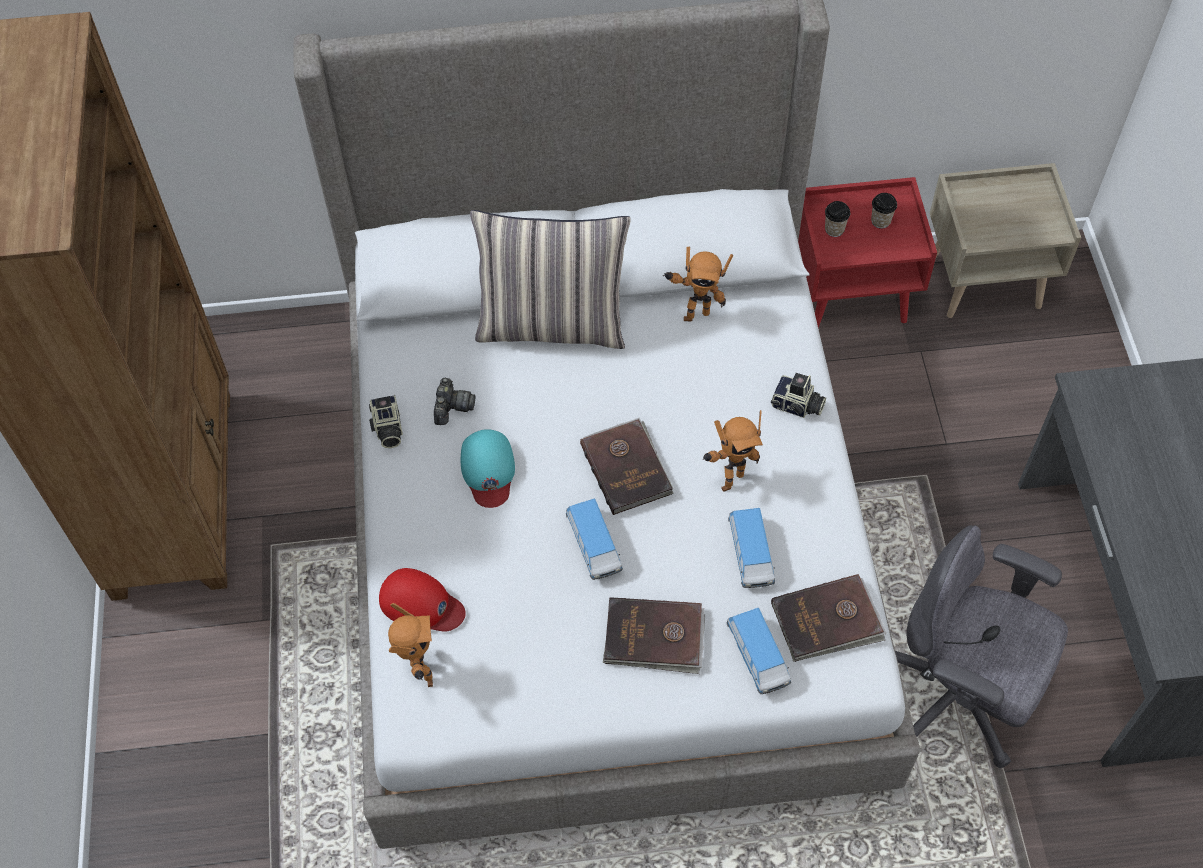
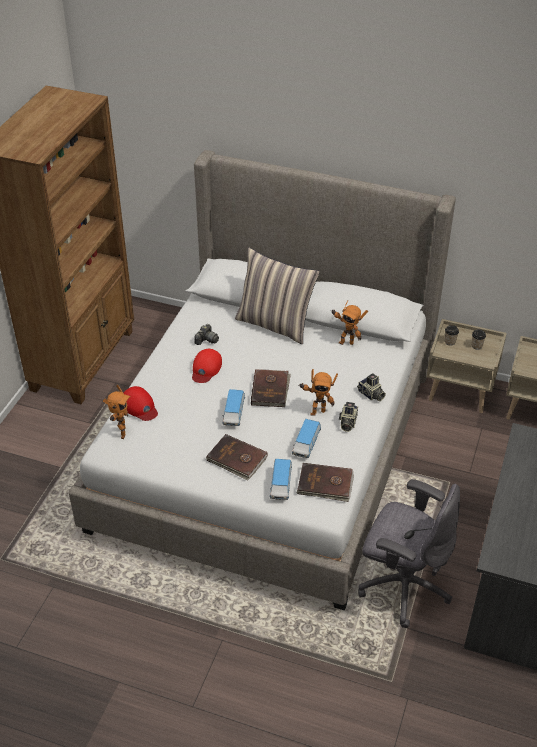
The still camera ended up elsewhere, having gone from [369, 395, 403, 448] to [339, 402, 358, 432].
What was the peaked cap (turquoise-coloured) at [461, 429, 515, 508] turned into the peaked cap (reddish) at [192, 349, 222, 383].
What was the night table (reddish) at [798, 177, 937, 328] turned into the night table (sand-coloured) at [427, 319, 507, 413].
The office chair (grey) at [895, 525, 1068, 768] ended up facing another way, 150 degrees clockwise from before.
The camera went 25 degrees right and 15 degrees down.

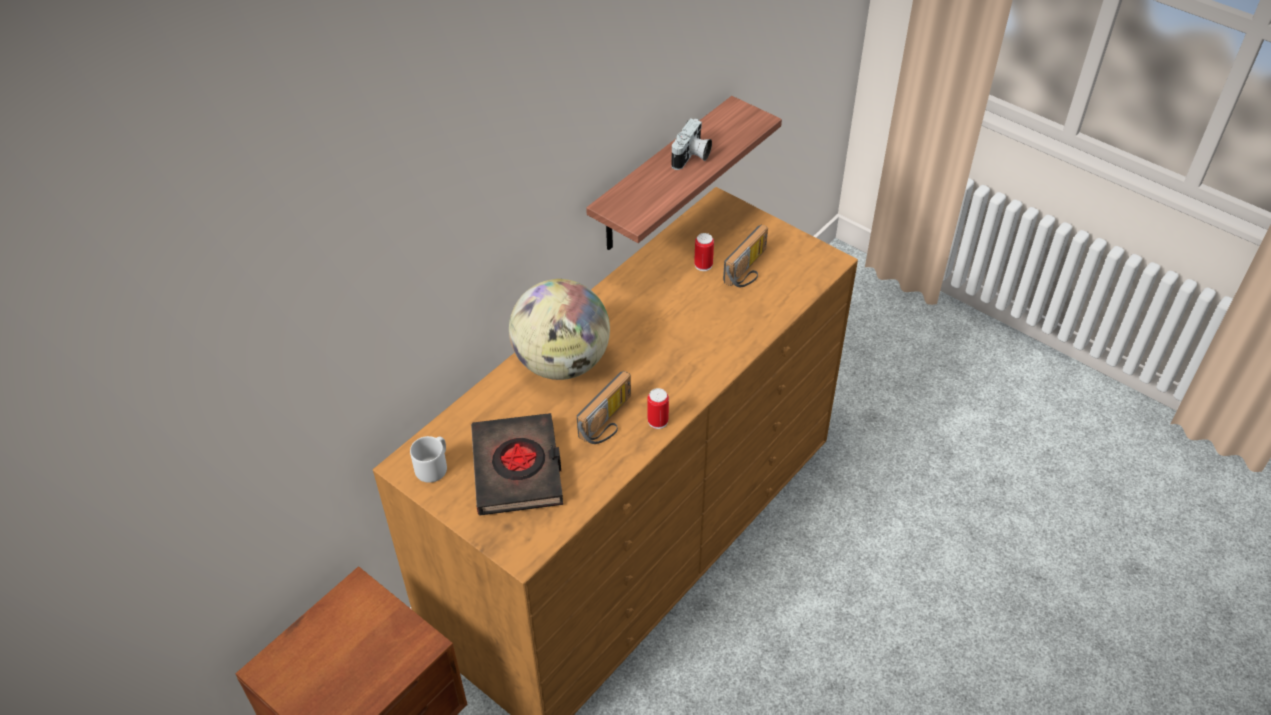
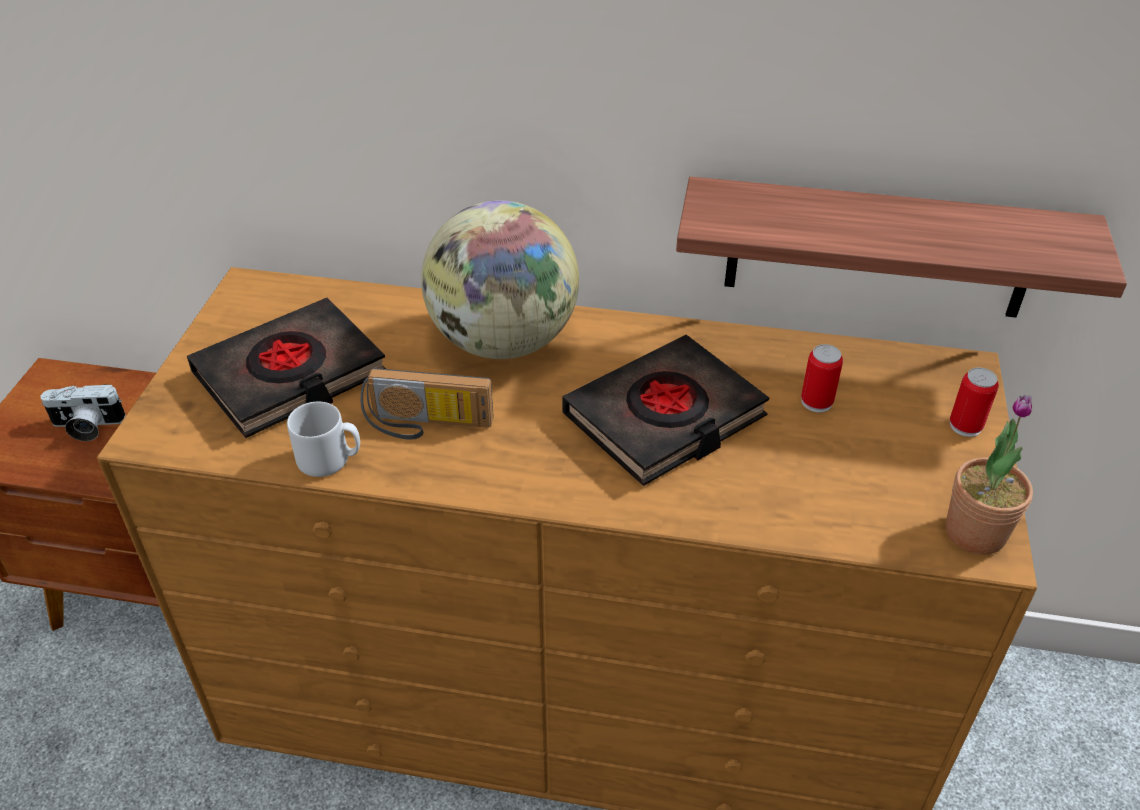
The second view lost the radio receiver at [723, 224, 768, 287].
The second view gained the volume (black) at [562, 335, 769, 486].
The second view gained the houseplant at [946, 395, 1033, 555].
The coffee mug (grey) ended up elsewhere, having gone from [410, 436, 447, 483] to [287, 401, 360, 477].
The sealed can ended up elsewhere, having gone from [648, 388, 669, 429] to [950, 367, 999, 437].
The still camera ended up elsewhere, having gone from [671, 118, 712, 170] to [40, 384, 126, 441].
The camera went 60 degrees right and 5 degrees down.

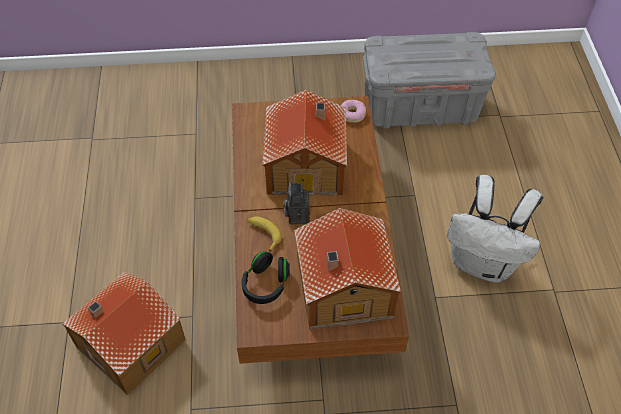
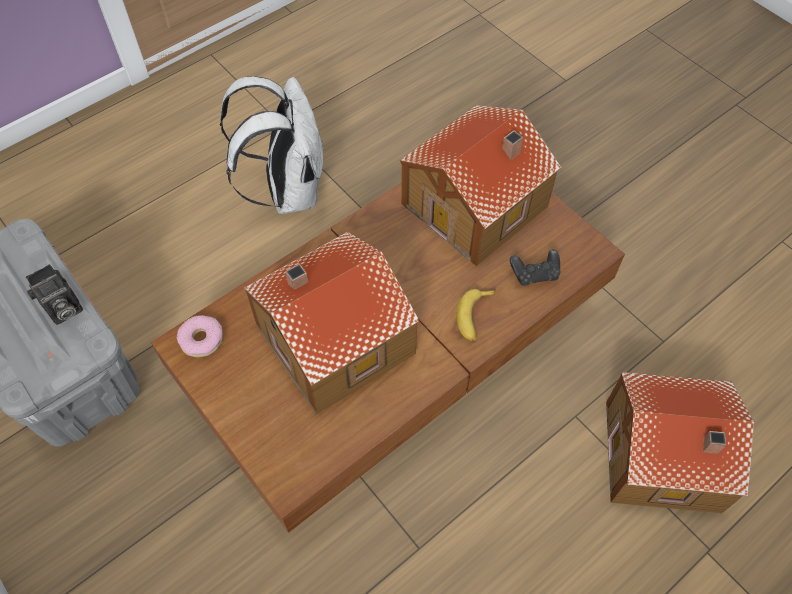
The still camera ended up elsewhere, having gone from [283, 182, 310, 225] to [26, 264, 83, 325].
Where the headset (black) stood at [241, 251, 290, 304], the joypad (black) came to stand at [510, 249, 560, 286].
The camera went 125 degrees left and 5 degrees up.

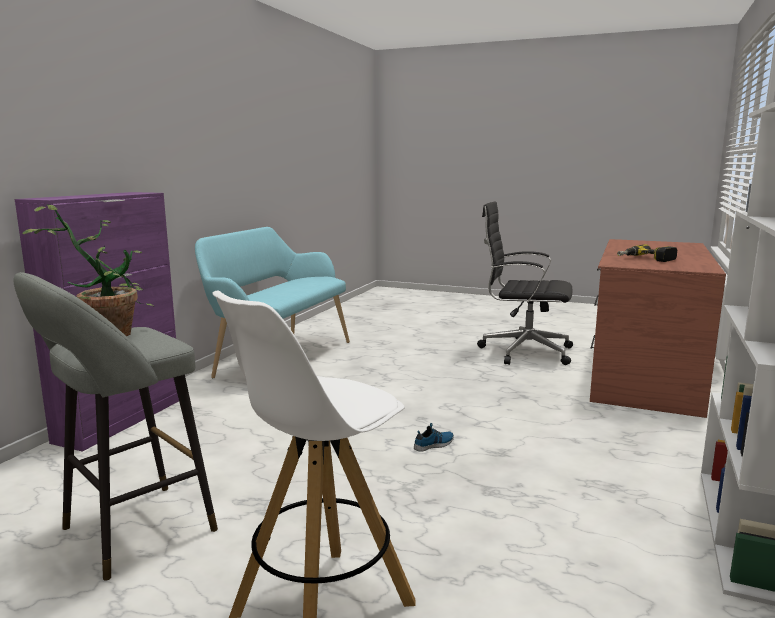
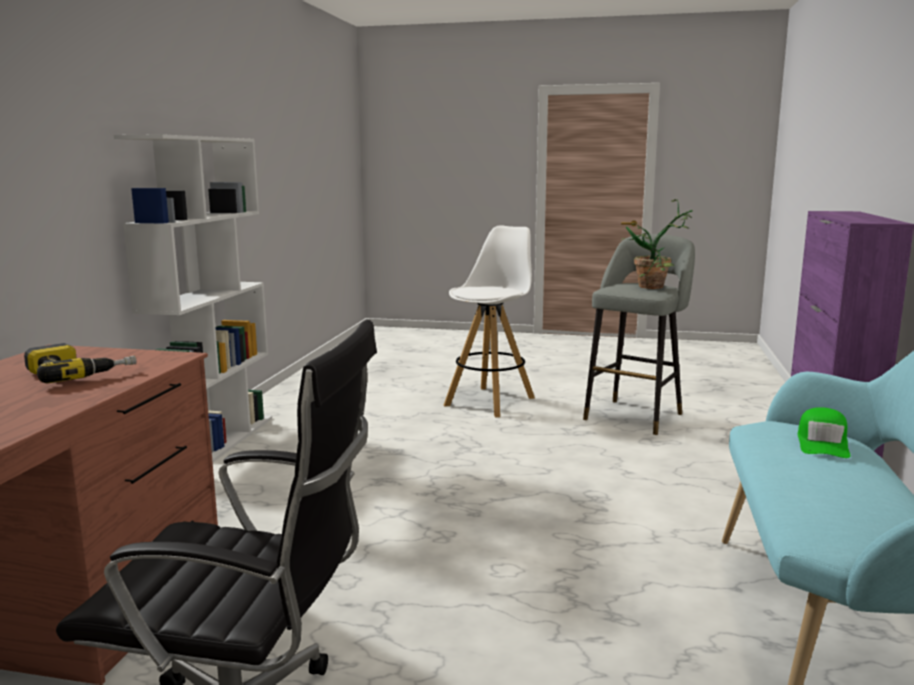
The second view lost the low shoe at [414, 423, 454, 452].
The second view gained the peaked cap (greenish) at [798, 407, 850, 458].
The camera went 170 degrees right and 0 degrees up.

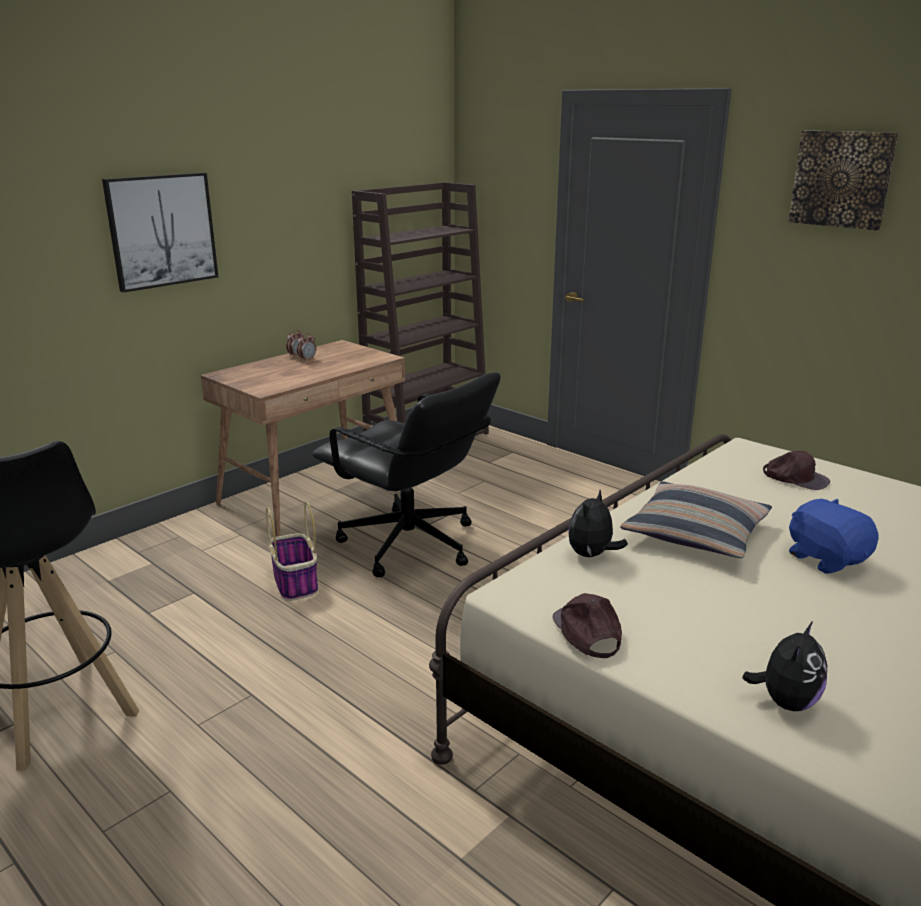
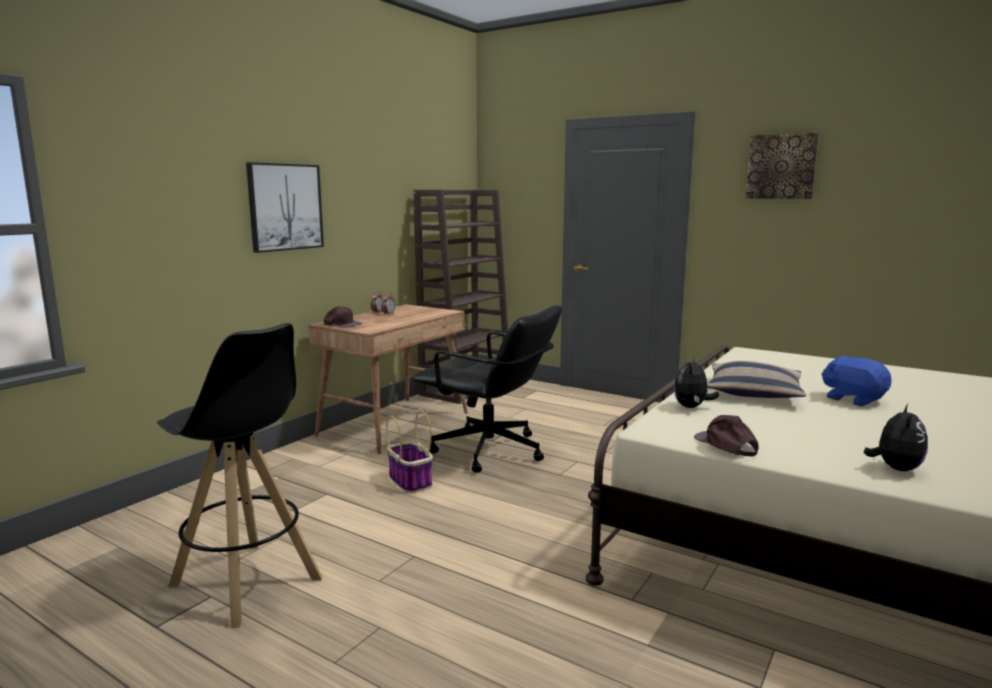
The peaked cap (brown) ended up elsewhere, having gone from [763, 450, 830, 490] to [324, 306, 362, 328].
The camera went 10 degrees left and 10 degrees down.

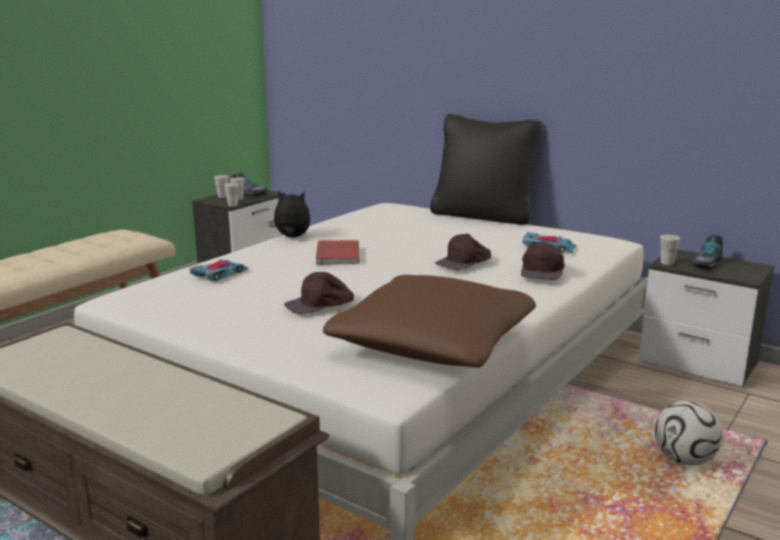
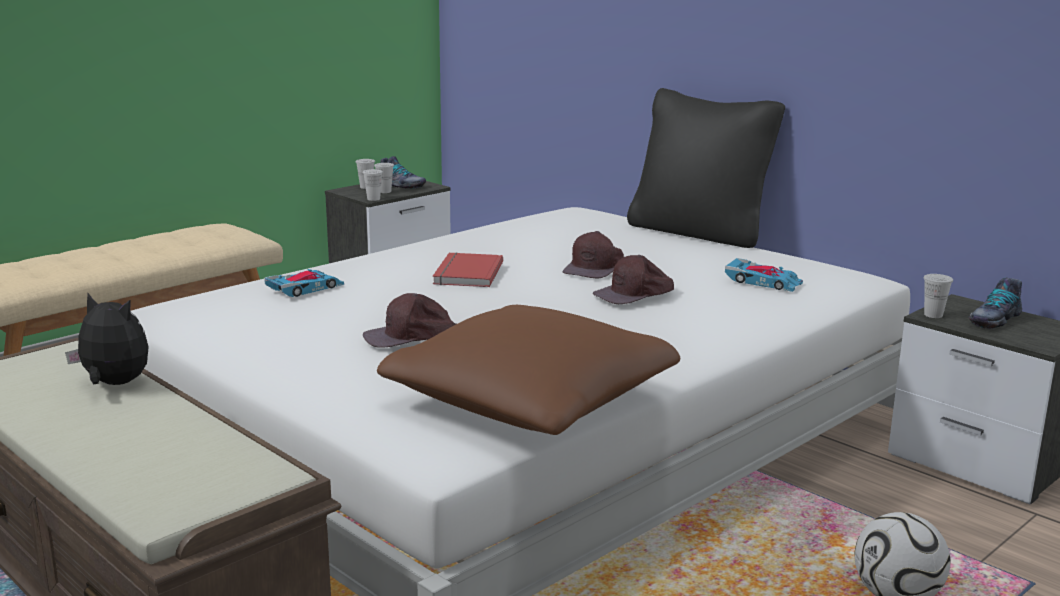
The plush toy ended up elsewhere, having gone from [268, 190, 310, 237] to [65, 293, 149, 385].
The peaked cap (brown) ended up elsewhere, having gone from [521, 241, 565, 280] to [563, 231, 624, 278].
The camera went 10 degrees right and 0 degrees up.

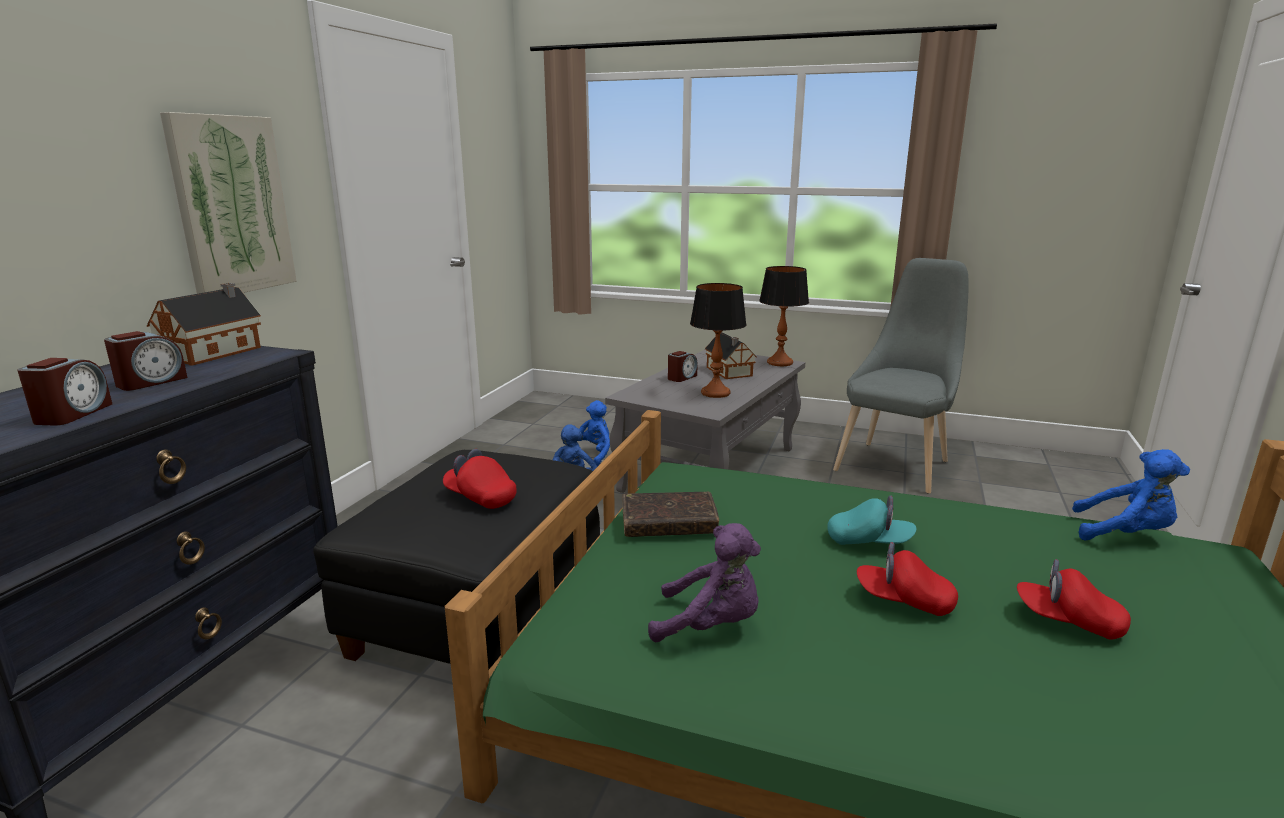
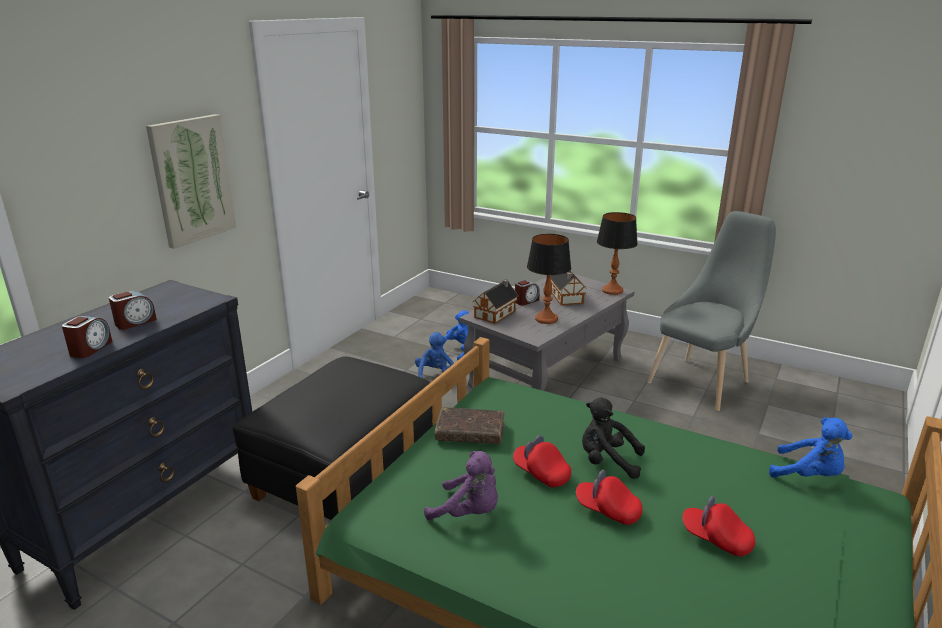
The toy house ended up elsewhere, having gone from [147, 283, 261, 366] to [473, 279, 518, 324].
The peaked cap (reddish) ended up elsewhere, having gone from [443, 449, 517, 509] to [513, 435, 571, 487].
Where the peaked cap (turquoise-coloured) stood at [827, 495, 916, 545], the plush toy (black) came to stand at [582, 398, 645, 479].
The camera went 10 degrees right and 5 degrees up.

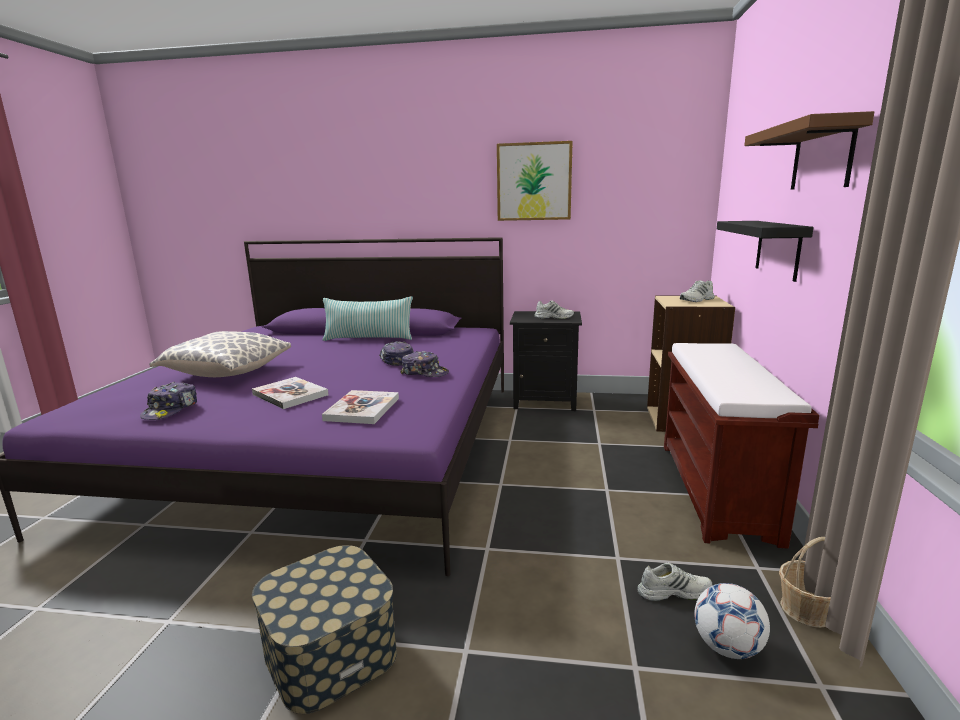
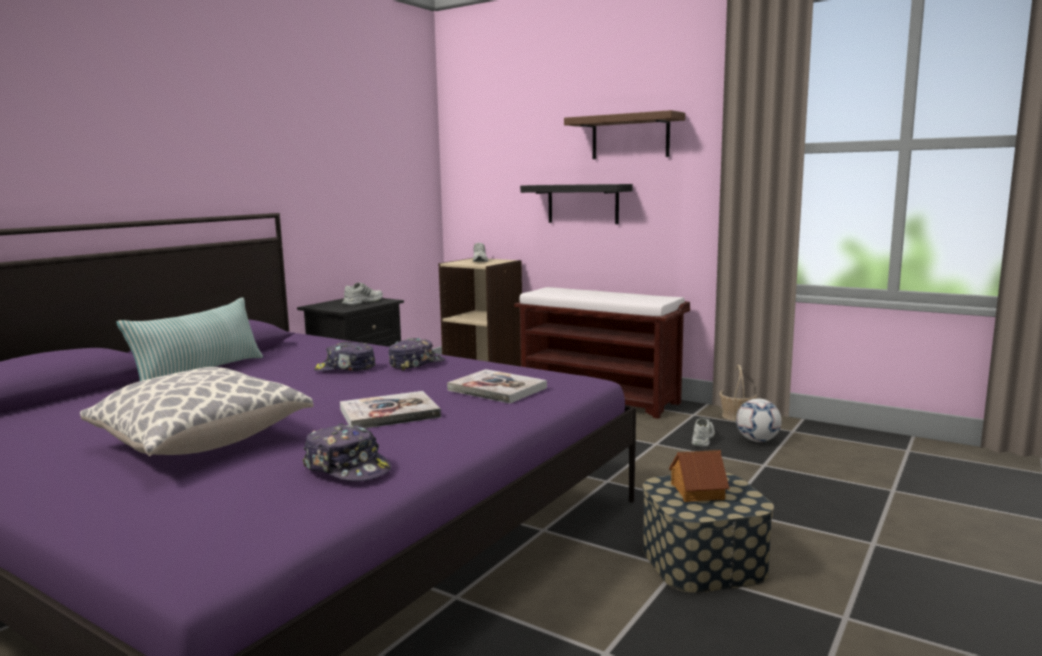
The second view lost the wall art at [497, 141, 573, 221].
The second view gained the toy house at [669, 450, 729, 502].
The camera went 65 degrees left and 5 degrees down.

